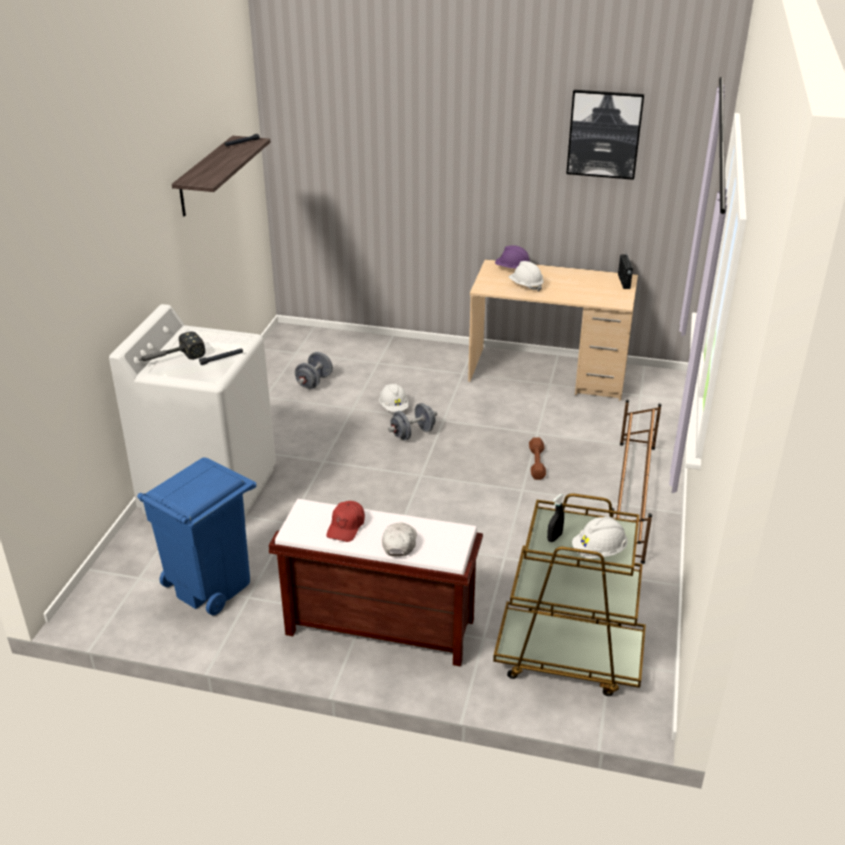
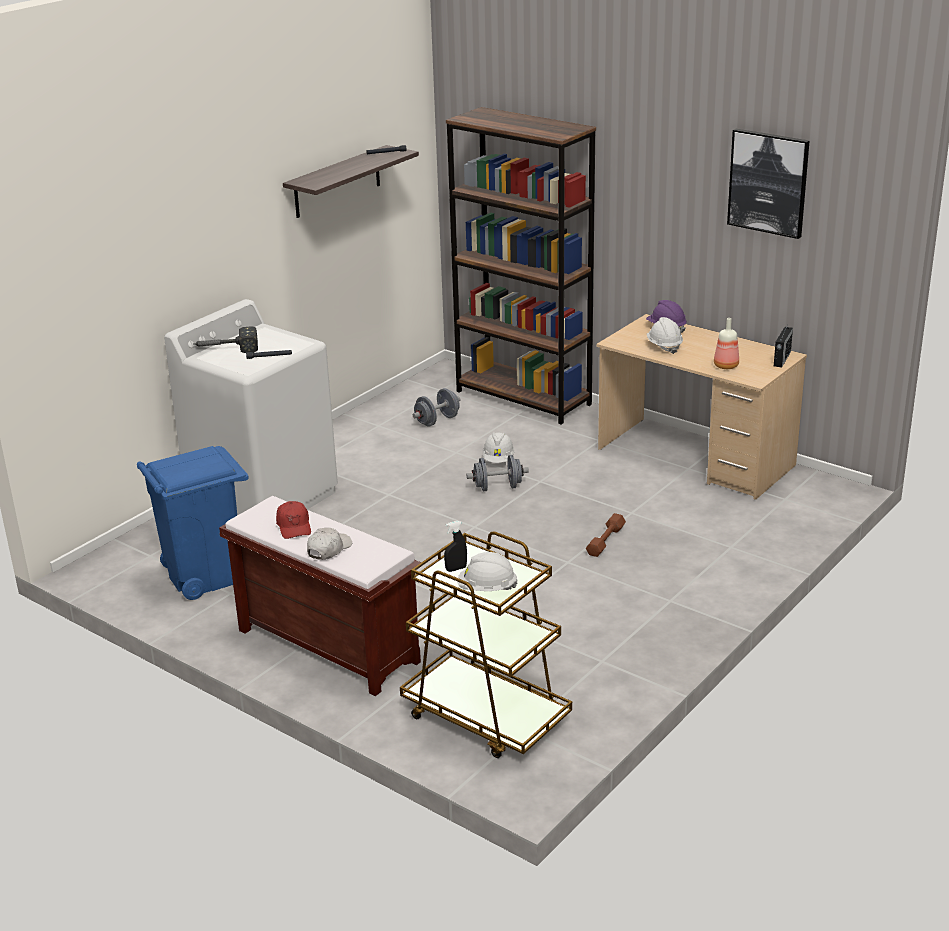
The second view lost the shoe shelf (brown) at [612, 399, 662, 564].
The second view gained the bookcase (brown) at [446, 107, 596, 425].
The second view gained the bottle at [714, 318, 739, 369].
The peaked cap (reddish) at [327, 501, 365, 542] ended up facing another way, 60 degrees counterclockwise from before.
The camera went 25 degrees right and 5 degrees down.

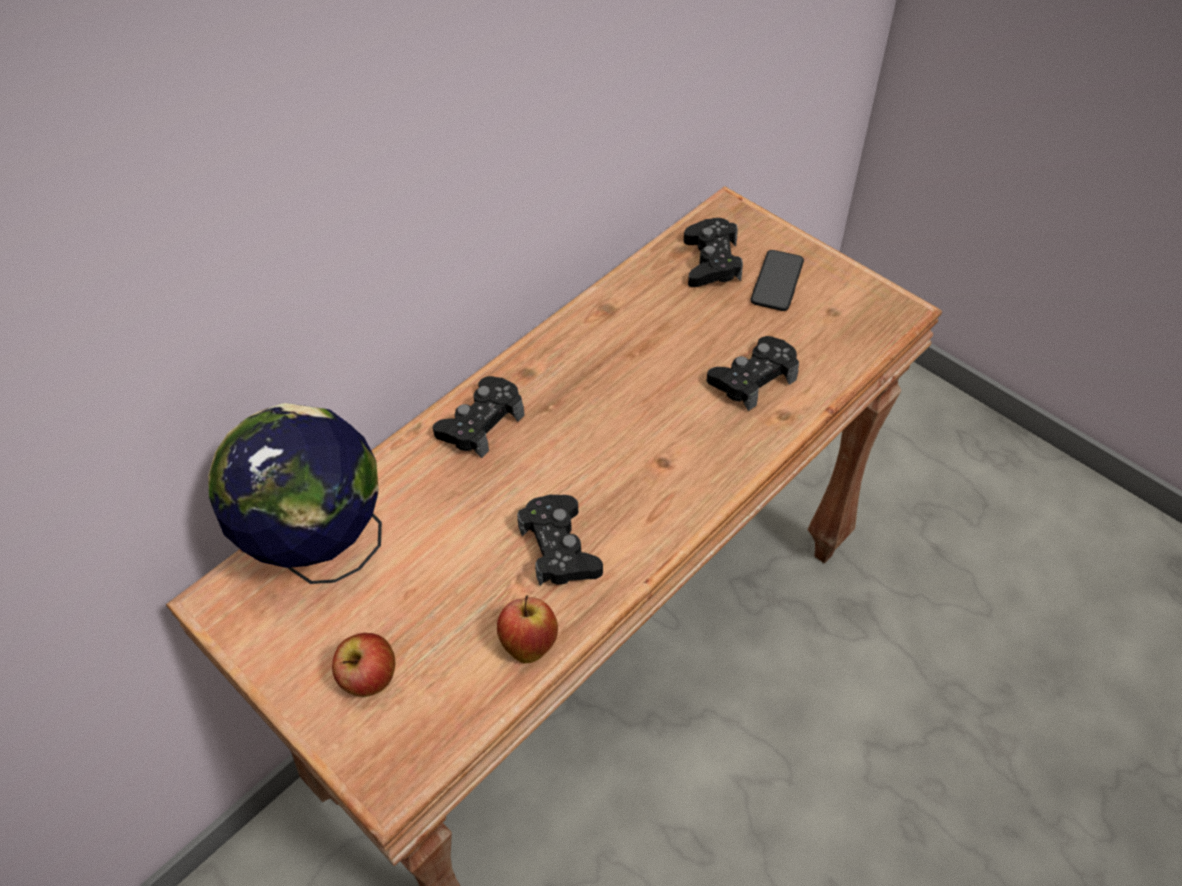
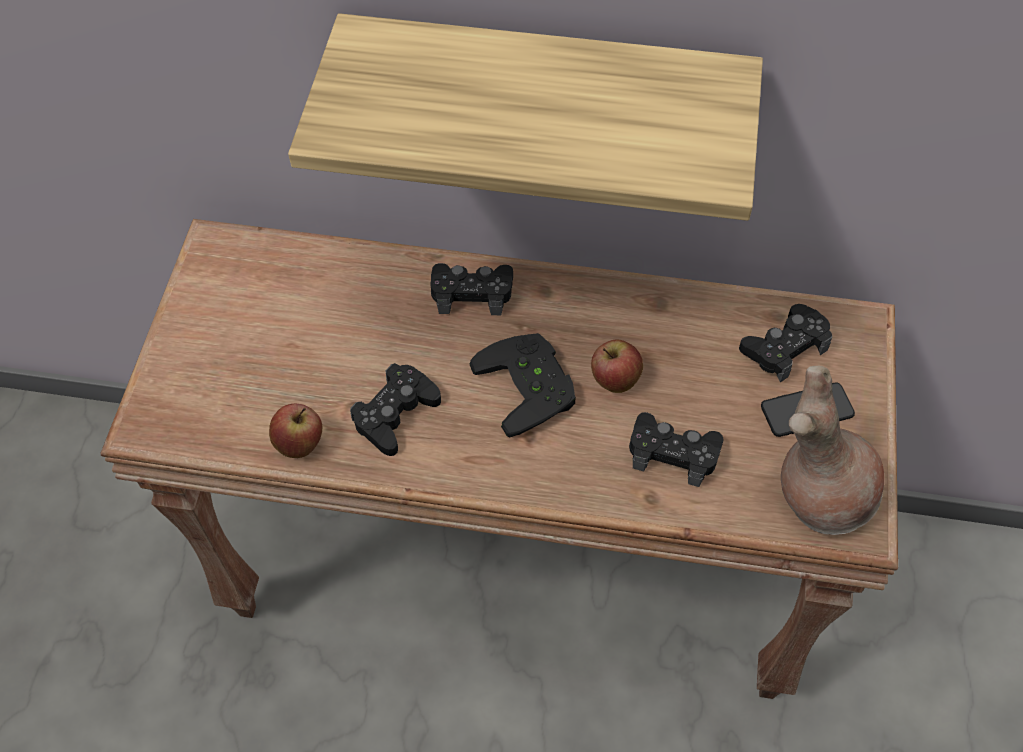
The second view lost the desk globe at [208, 403, 382, 584].
The second view gained the bracket shelf at [288, 13, 763, 221].
The second view gained the joypad (black) at [470, 333, 576, 437].
The second view gained the decorative vase (brown) at [781, 366, 885, 535].
The apple fruit ended up elsewhere, having gone from [332, 633, 395, 697] to [591, 339, 643, 393].
The camera went 55 degrees right and 5 degrees up.

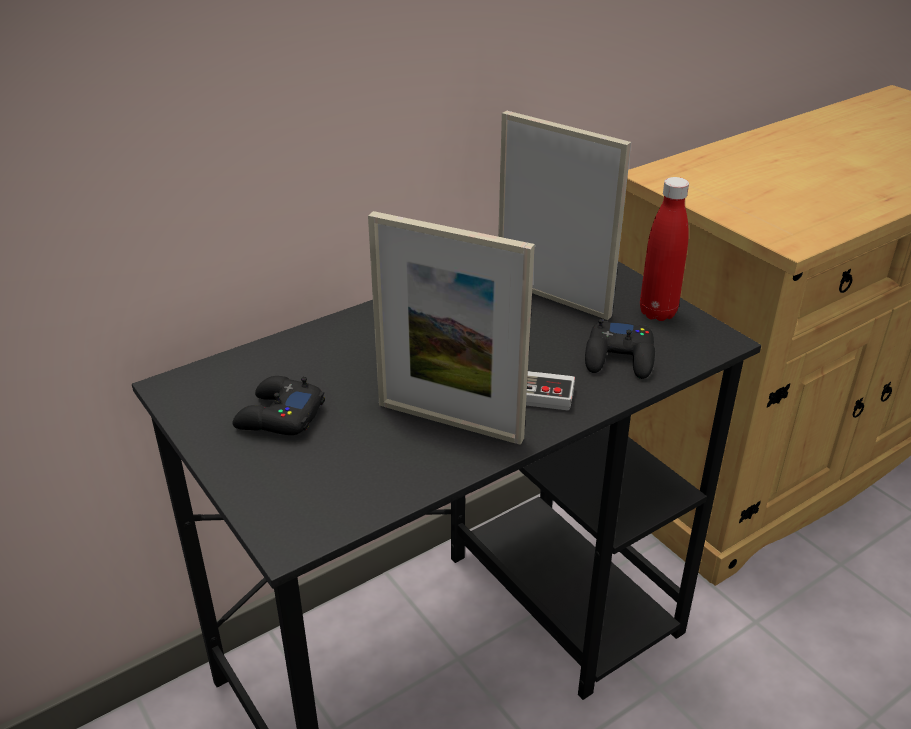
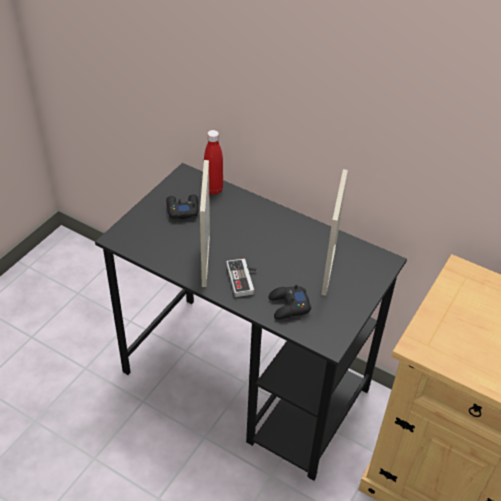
The bottle (reddish) ended up elsewhere, having gone from [640, 177, 689, 321] to [204, 130, 223, 195].
The camera went 65 degrees right and 10 degrees up.

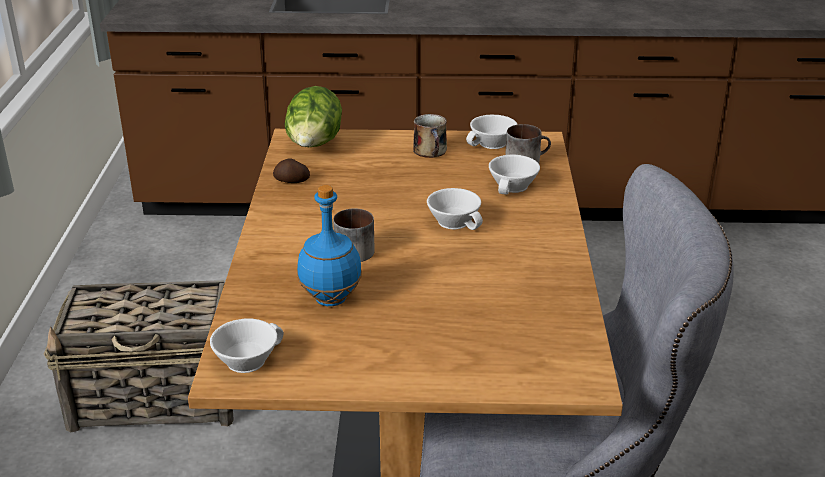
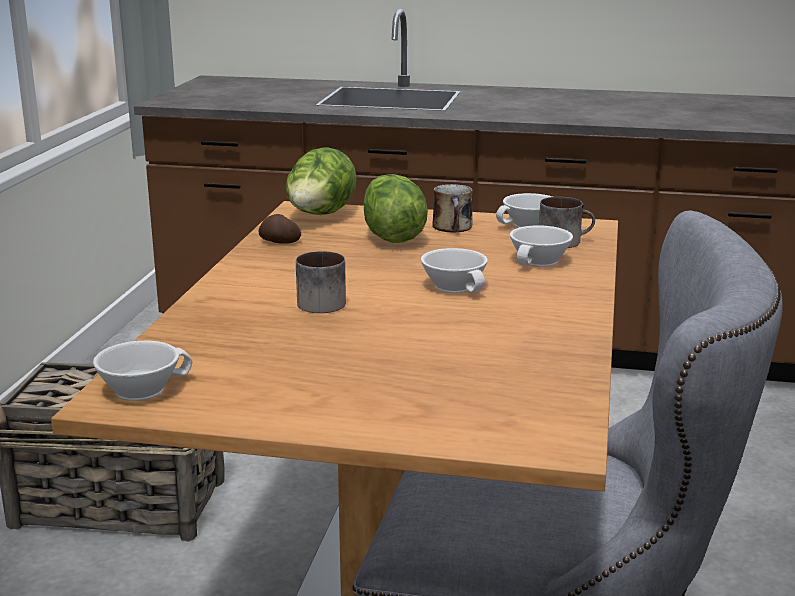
The second view lost the bottle (bluish) at [297, 185, 362, 306].
The second view gained the lettuce at [364, 174, 428, 243].
The camera went 10 degrees right and 10 degrees down.

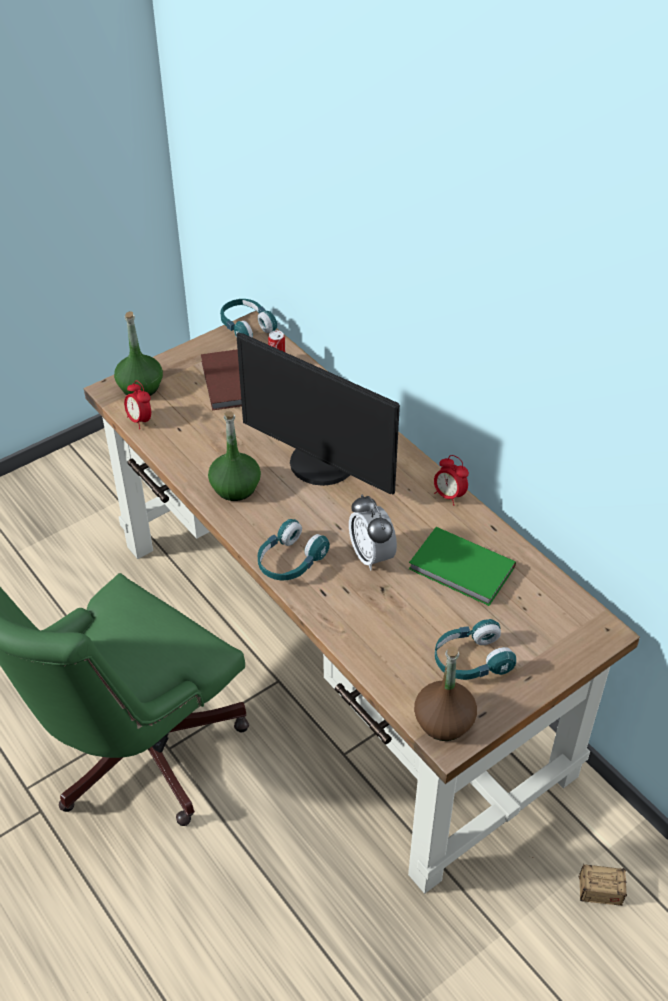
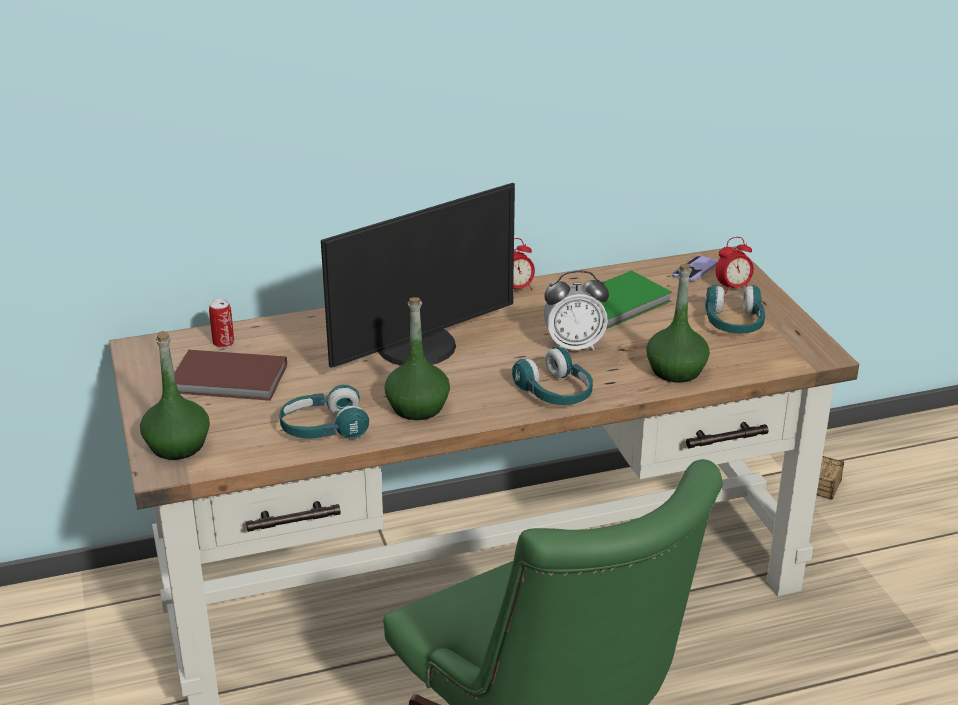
The second view lost the bottle (brown) at [414, 646, 477, 741].
The second view gained the bottle (greenish) at [646, 264, 710, 383].
The second view gained the phone at [672, 256, 718, 281].
The table clock ended up elsewhere, having gone from [124, 381, 151, 429] to [716, 237, 754, 293].
The headset (turquoise-coloured) ended up elsewhere, having gone from [220, 299, 277, 338] to [279, 385, 369, 439].
The camera went 70 degrees left and 15 degrees down.

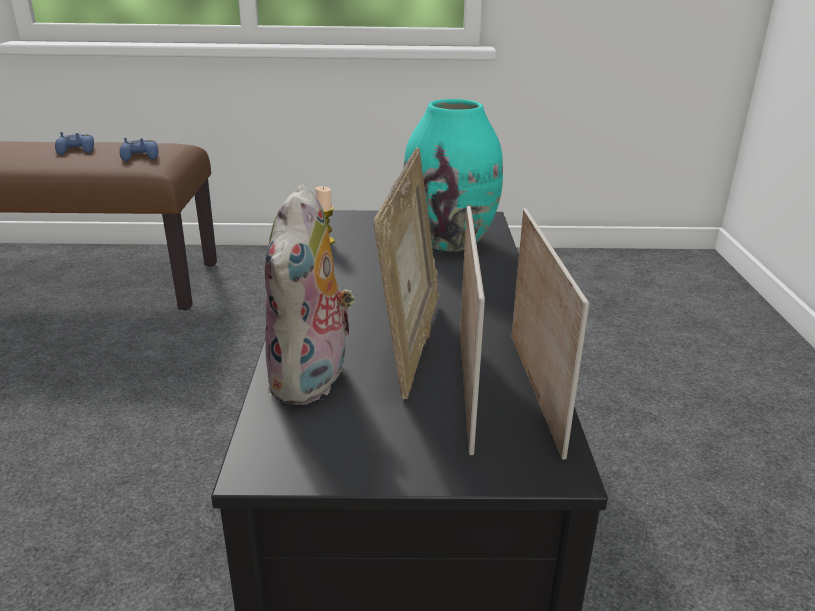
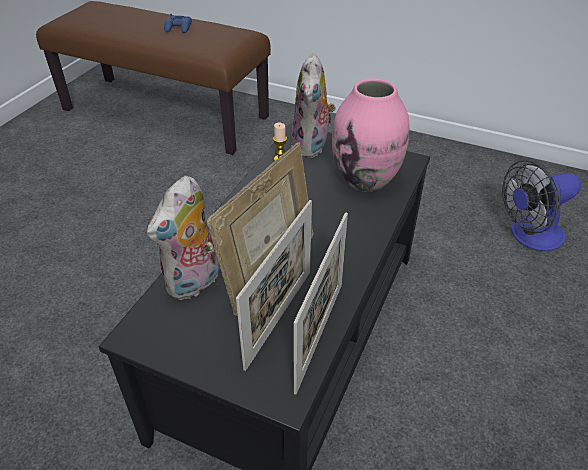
The second view lost the joypad (bluish) at [120, 138, 158, 161].
The second view gained the plush toy at [291, 53, 336, 158].
The second view gained the electric fan at [502, 160, 581, 251].
What was the decorative vase (turquoise-coloured) at [403, 99, 503, 251] turned into the decorative vase (pinkish) at [332, 78, 410, 192].
The camera went 25 degrees right and 15 degrees up.

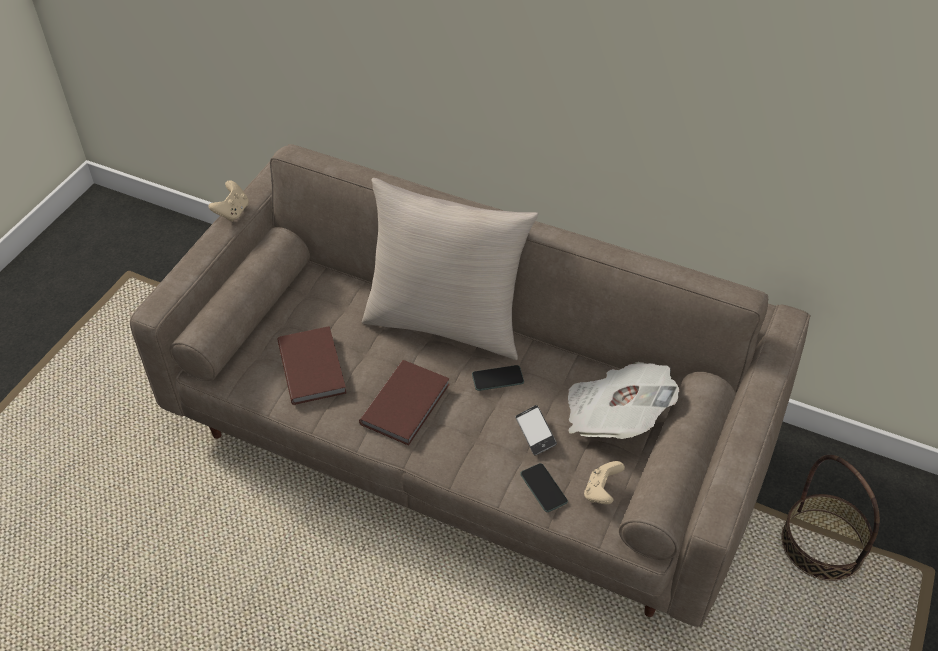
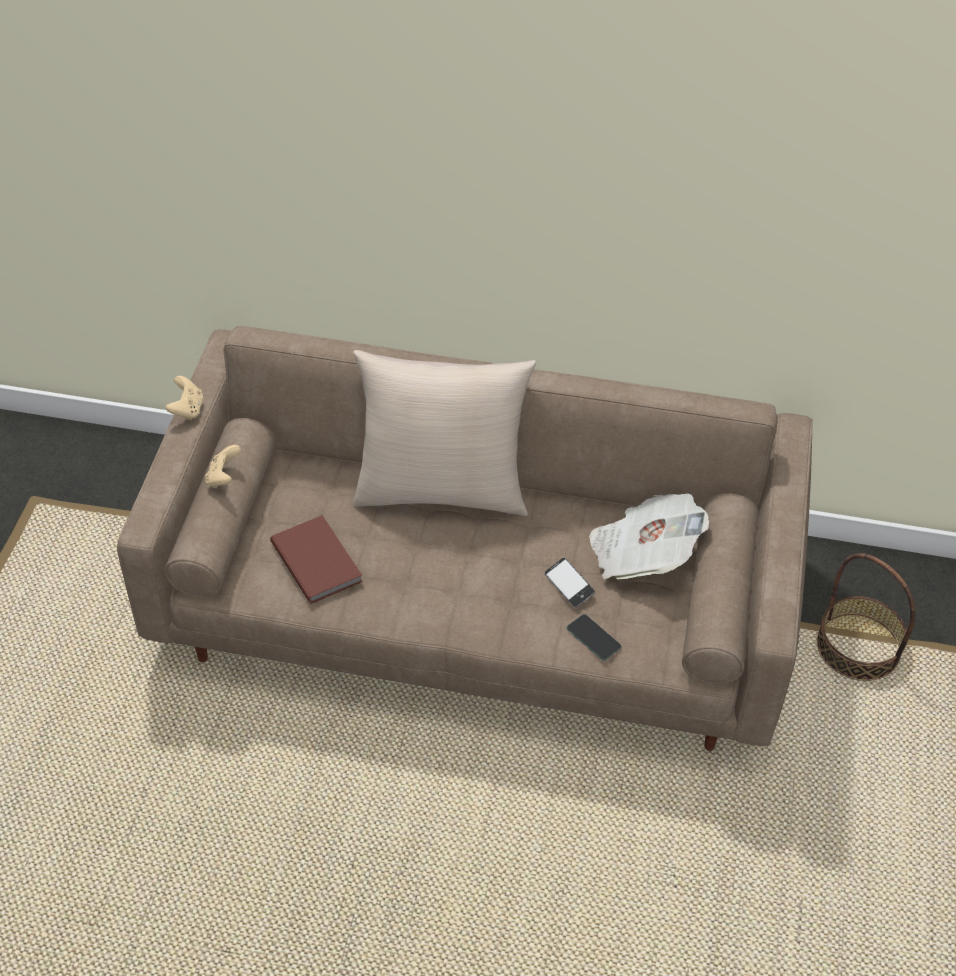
The second view lost the volume (brown) at [359, 360, 450, 446].
The second view lost the phone at [472, 365, 524, 391].
The joypad (sand-coloured) ended up elsewhere, having gone from [584, 461, 625, 504] to [205, 445, 241, 488].
The camera went 15 degrees left and 0 degrees up.

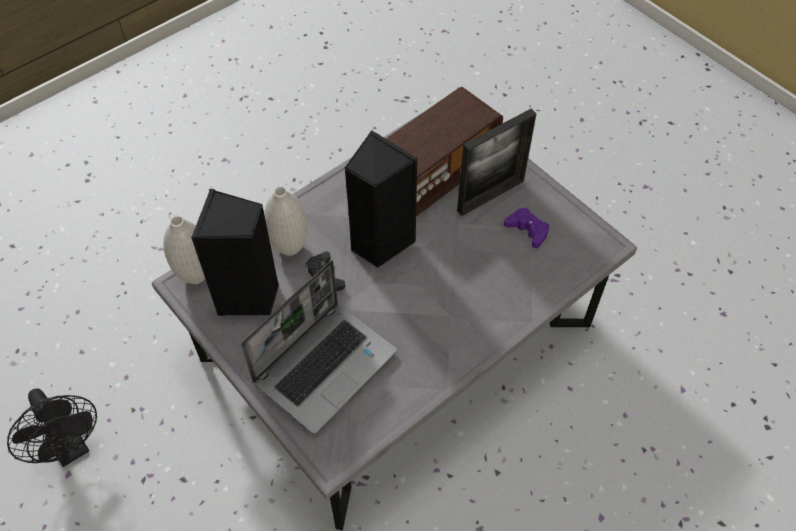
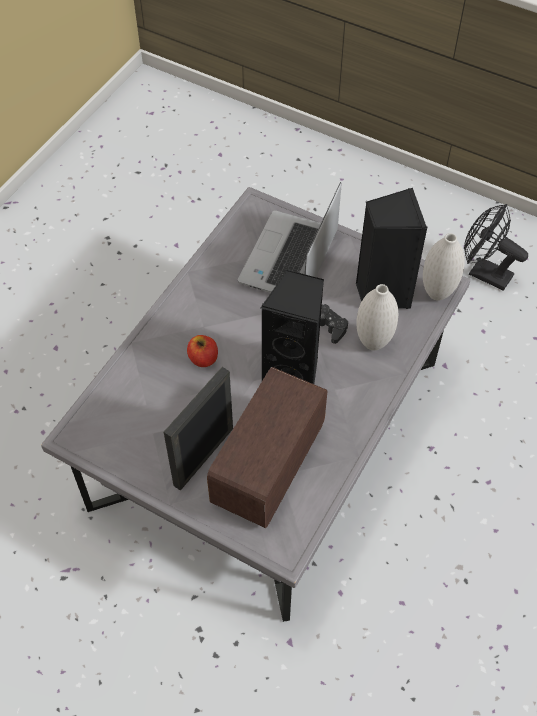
The second view lost the joypad (purplish) at [504, 207, 550, 248].
The second view gained the apple fruit at [187, 335, 218, 367].
The camera went 160 degrees right and 0 degrees up.

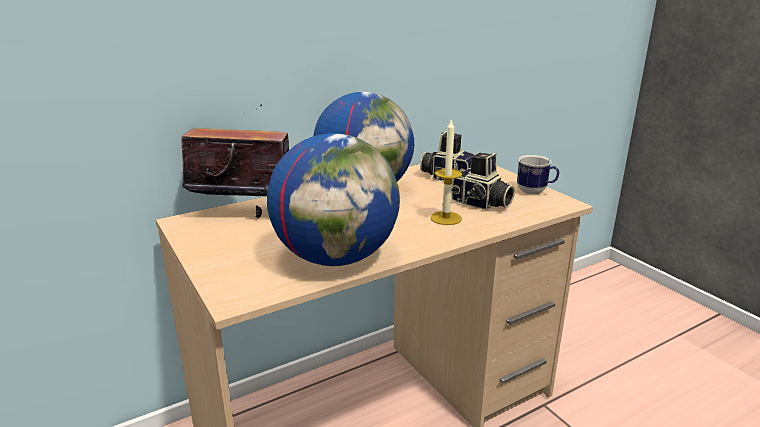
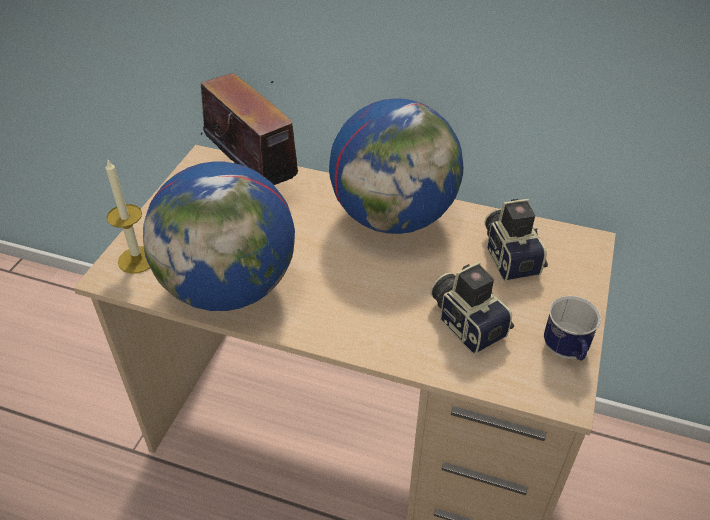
The wax candle ended up elsewhere, having gone from [430, 118, 462, 225] to [106, 158, 150, 273].
The still camera at [452, 153, 515, 210] ended up facing another way, 150 degrees clockwise from before.
The camera went 50 degrees right and 20 degrees up.

